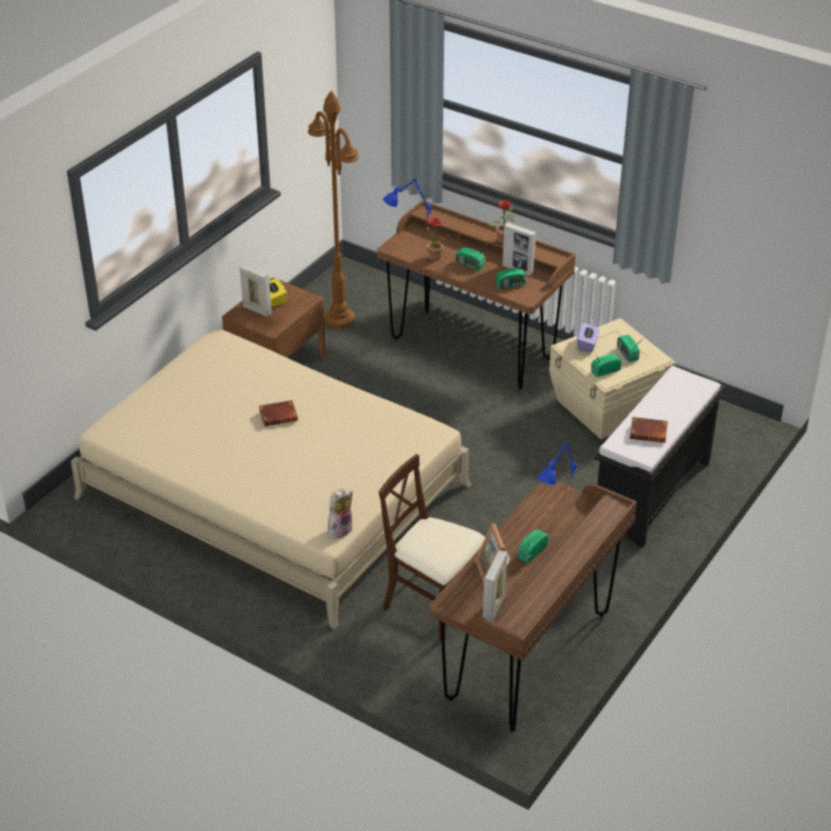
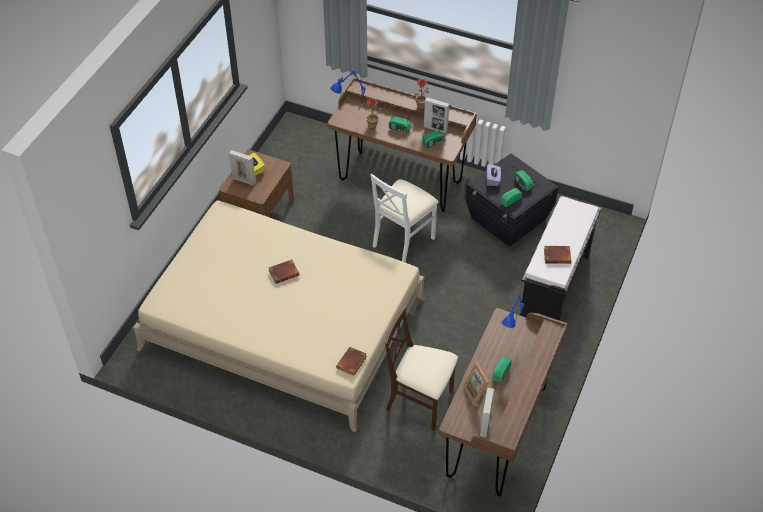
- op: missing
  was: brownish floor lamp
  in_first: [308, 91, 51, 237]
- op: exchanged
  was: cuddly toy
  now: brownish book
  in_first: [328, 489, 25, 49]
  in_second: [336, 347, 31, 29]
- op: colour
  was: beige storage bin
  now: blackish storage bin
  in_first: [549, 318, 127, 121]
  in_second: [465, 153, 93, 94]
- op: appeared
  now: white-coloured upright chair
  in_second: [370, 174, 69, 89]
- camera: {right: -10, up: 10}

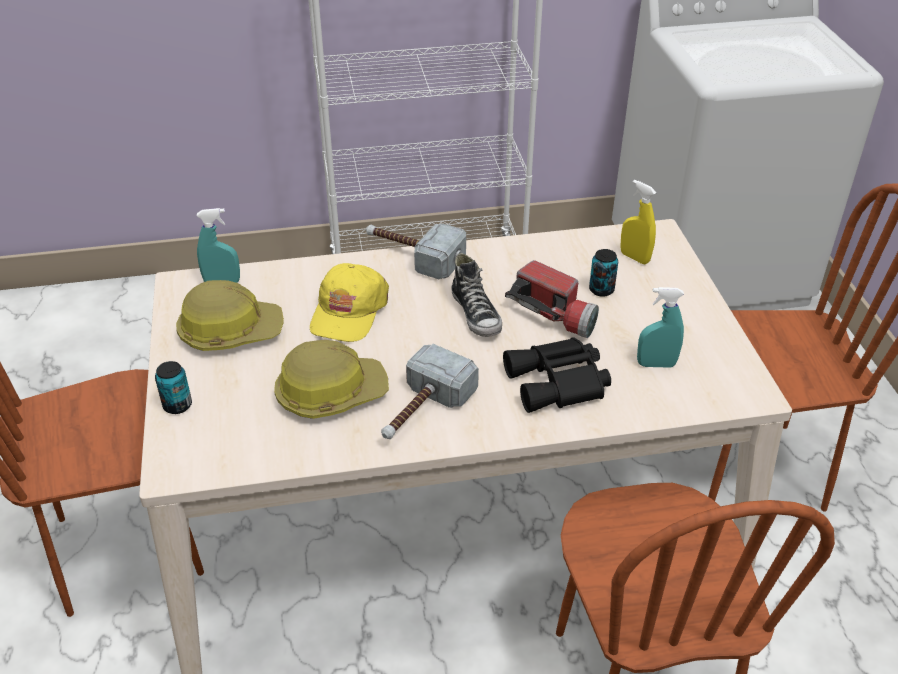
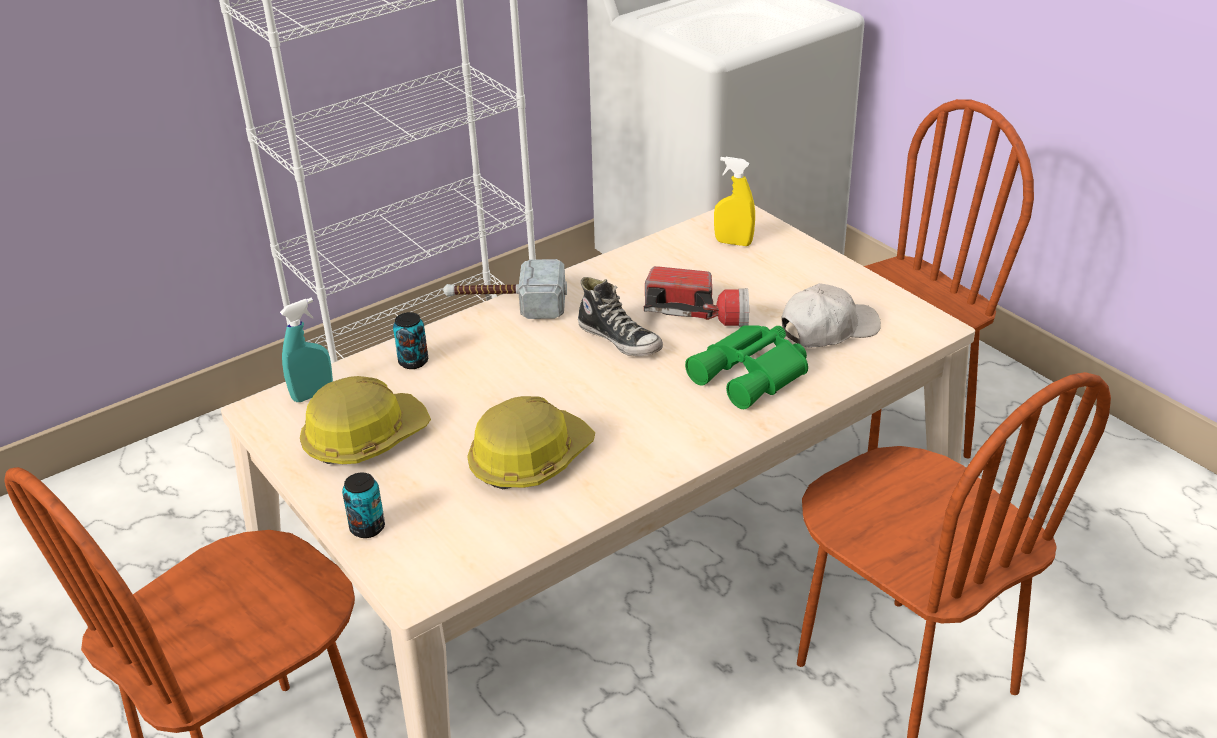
- op: missing
  was: yellowish cap
  in_first: [310, 263, 79, 79]
- op: missing
  was: tool hammer
  in_first: [381, 344, 98, 95]
- op: colour
  was: blackish binoculars
  now: green binoculars
  in_first: [503, 337, 108, 76]
  in_second: [685, 325, 123, 84]
- op: relocated
  was: metal can
  in_first: [589, 249, 29, 48]
  in_second: [393, 312, 35, 57]
- op: exchanged
  was: turquoise-coloured hand sprayer
  now: white-coloured cap
  in_first: [637, 287, 47, 81]
  in_second: [782, 283, 99, 65]
- camera: {right: -25, up: -5}

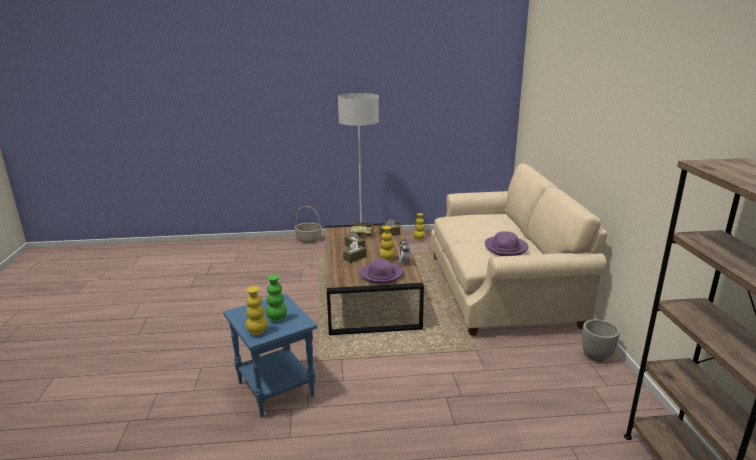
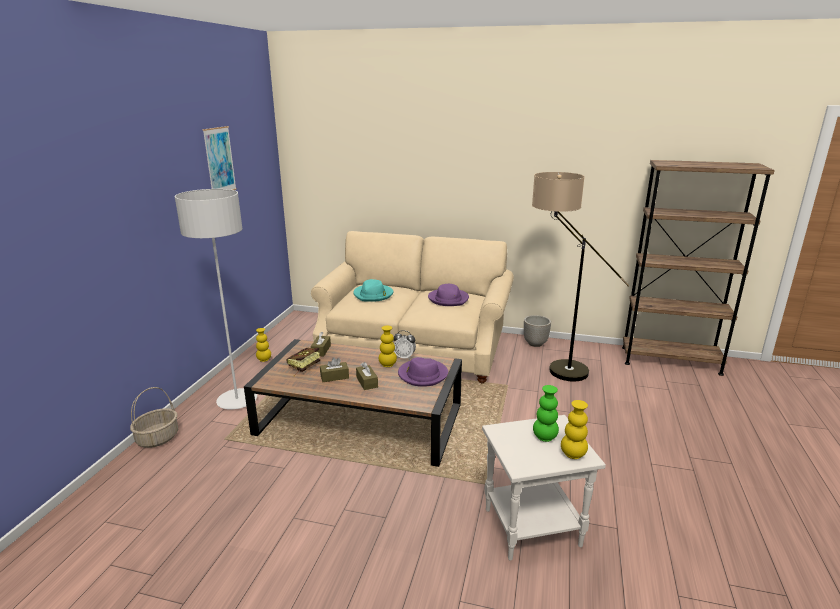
- op: colour
  was: bluish side table
  now: white-coloured side table
  in_first: [223, 294, 94, 123]
  in_second: [482, 415, 124, 146]
- op: appeared
  now: picture
  in_second: [202, 126, 35, 64]
- op: appeared
  now: turquoise-coloured hat
  in_second: [353, 279, 40, 23]
- op: appeared
  now: floor lamp
  in_second: [532, 172, 98, 210]
- camera: {right: -70, up: 0}

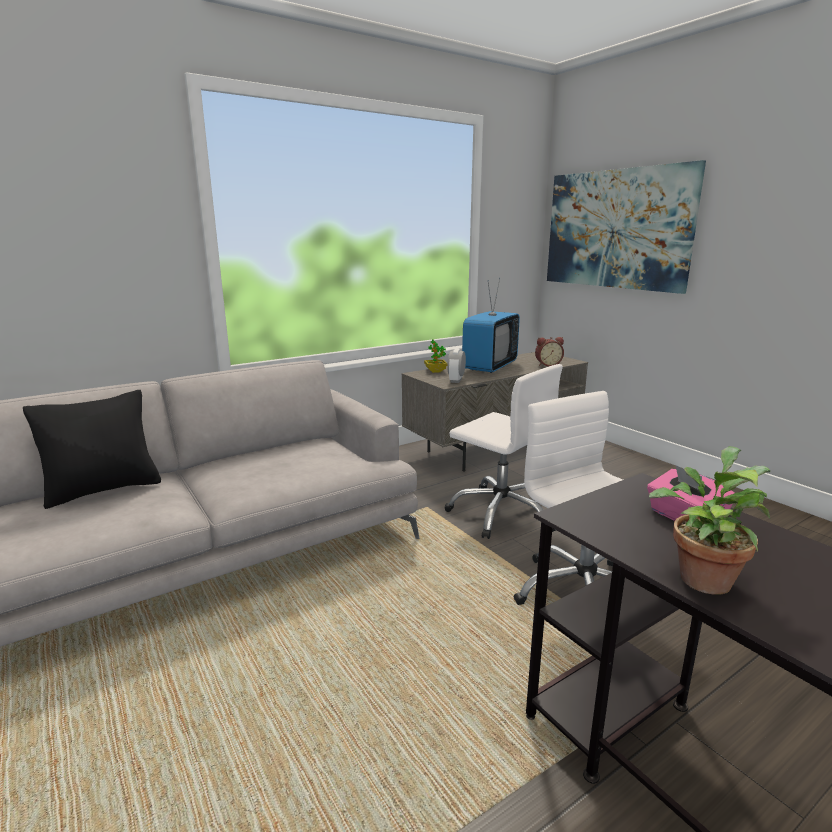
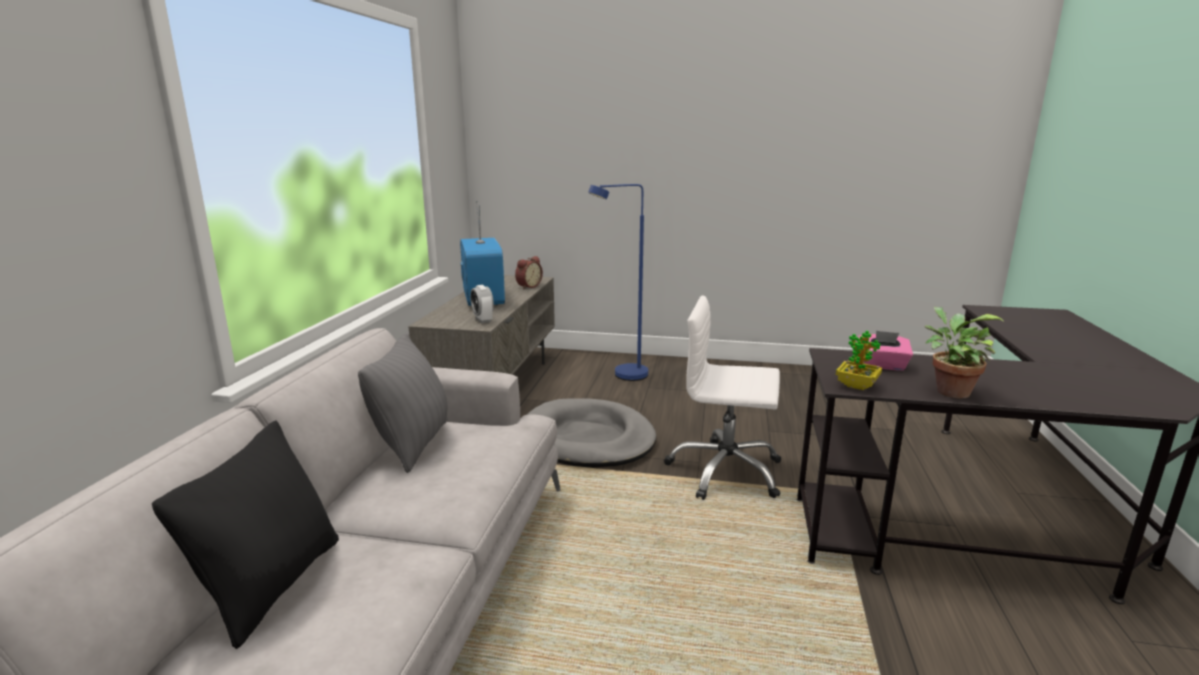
- op: relocated
  was: plant in a pot
  in_first: [424, 339, 24, 34]
  in_second: [836, 331, 46, 59]
- op: exchanged
  was: white-coloured desk chair
  now: gray dog cushion
  in_first: [445, 364, 118, 175]
  in_second: [527, 398, 129, 70]
- op: missing
  was: picture
  in_first: [547, 160, 159, 134]
- op: appeared
  now: gray cushion
  in_second: [358, 333, 90, 140]
- op: appeared
  now: bluish floor lamp
  in_second: [588, 184, 60, 197]
- camera: {right: -45, up: 0}

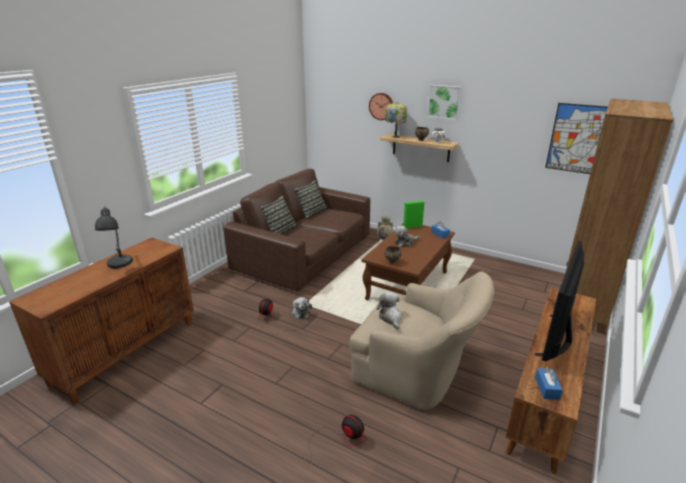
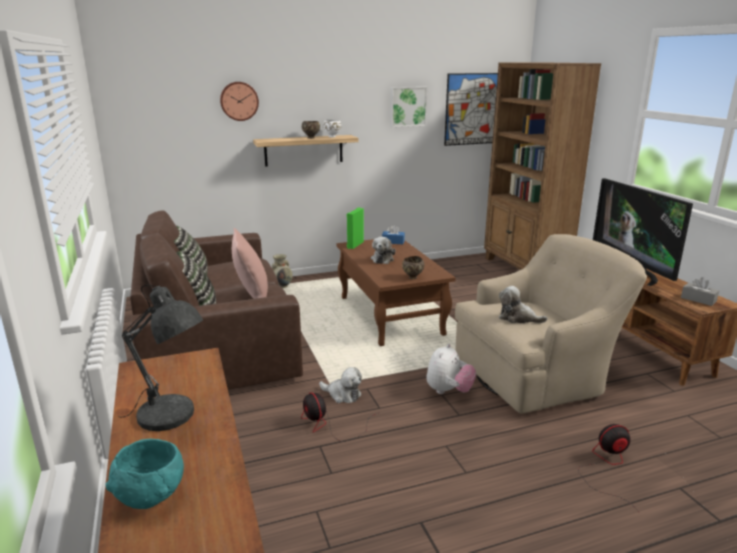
- op: missing
  was: lamp for a table
  in_first: [385, 103, 22, 35]
- op: relocated
  was: picture
  in_first: [427, 85, 35, 35]
  in_second: [390, 87, 38, 40]
- op: colour
  was: bluish tissue holder
  now: gray tissue holder
  in_first: [535, 367, 28, 33]
  in_second: [681, 277, 38, 29]
- op: appeared
  now: turquoise-coloured deep dish
  in_second: [105, 439, 79, 70]
- op: appeared
  now: pink cushion
  in_second: [232, 228, 36, 71]
- op: appeared
  now: cuddly toy
  in_second: [426, 344, 50, 50]
- camera: {right: -50, up: -5}

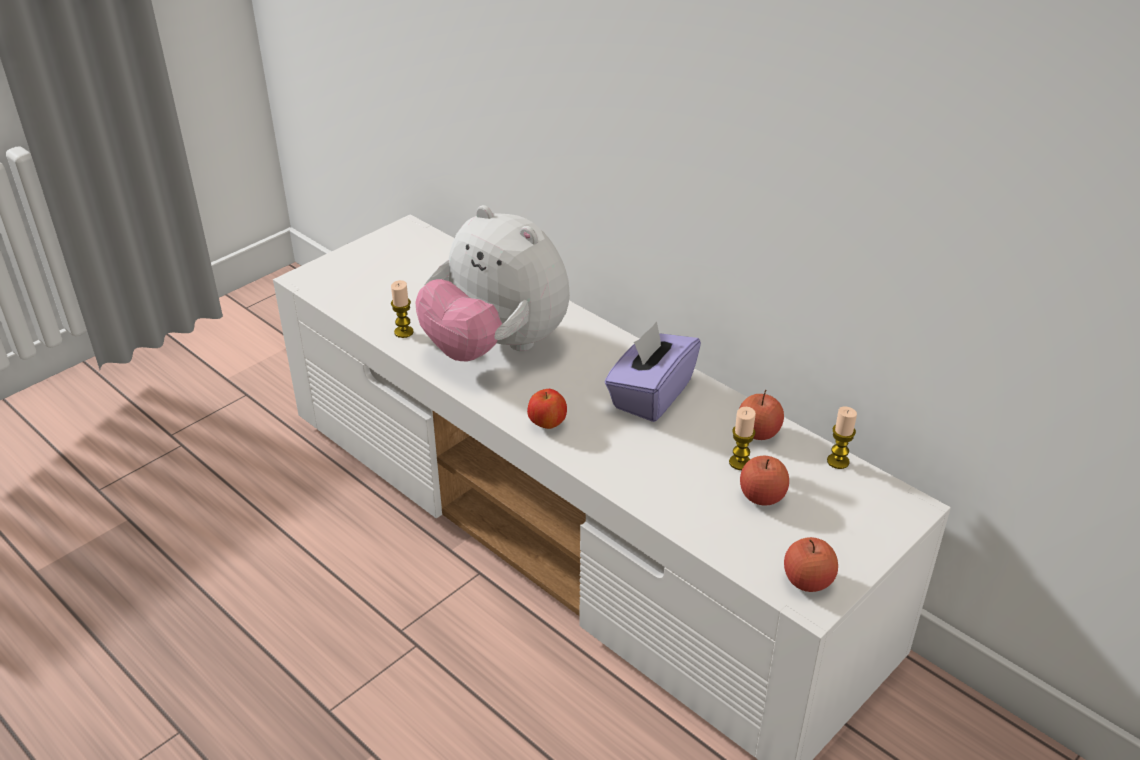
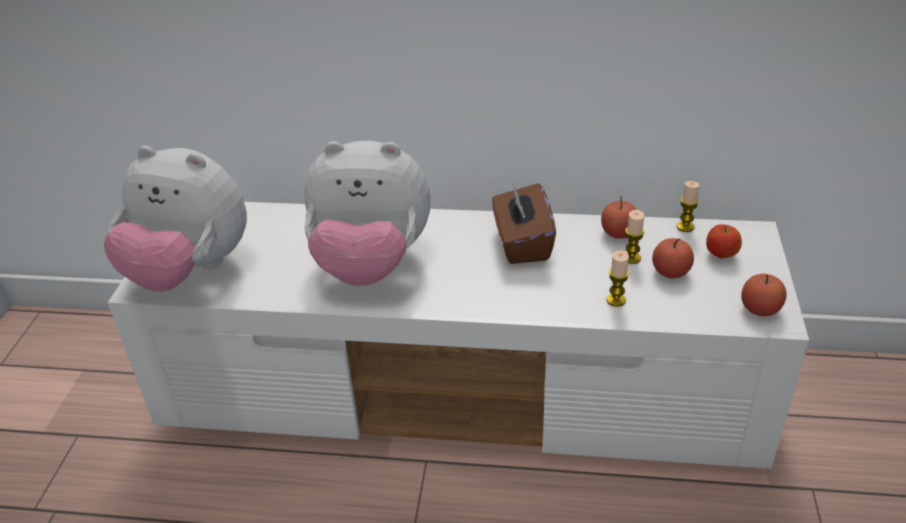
- op: relocated
  was: wax candle
  in_first: [391, 280, 23, 58]
  in_second: [607, 250, 22, 57]
- op: relocated
  was: apple fruit
  in_first: [527, 389, 40, 40]
  in_second: [706, 224, 36, 34]
- op: colour
  was: purple tissue holder
  now: brownish tissue holder
  in_first: [605, 322, 96, 100]
  in_second: [492, 183, 64, 81]
- op: appeared
  now: cuddly toy
  in_second: [104, 146, 143, 146]
- camera: {right: -35, up: 0}

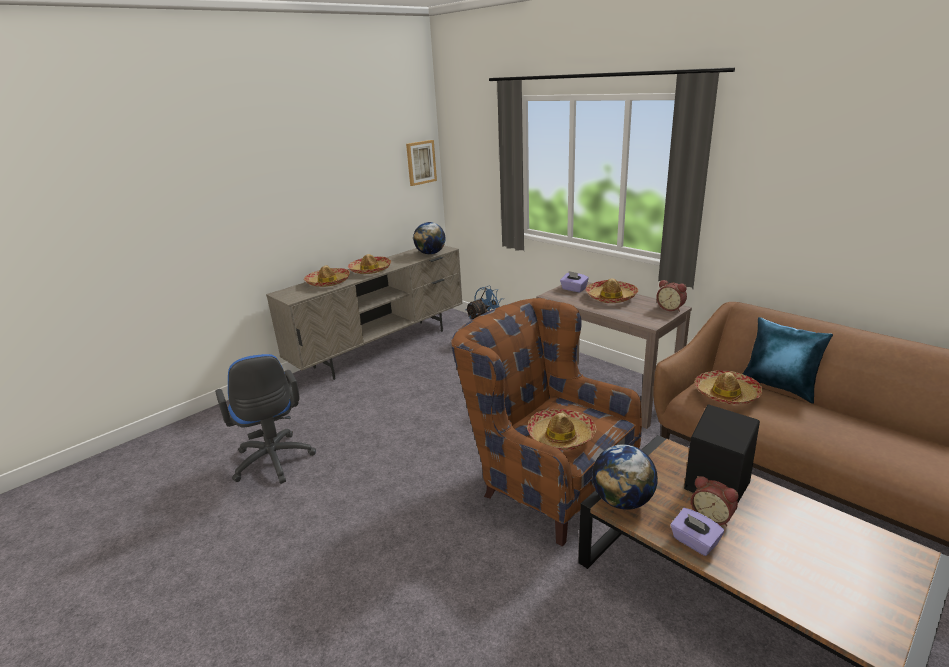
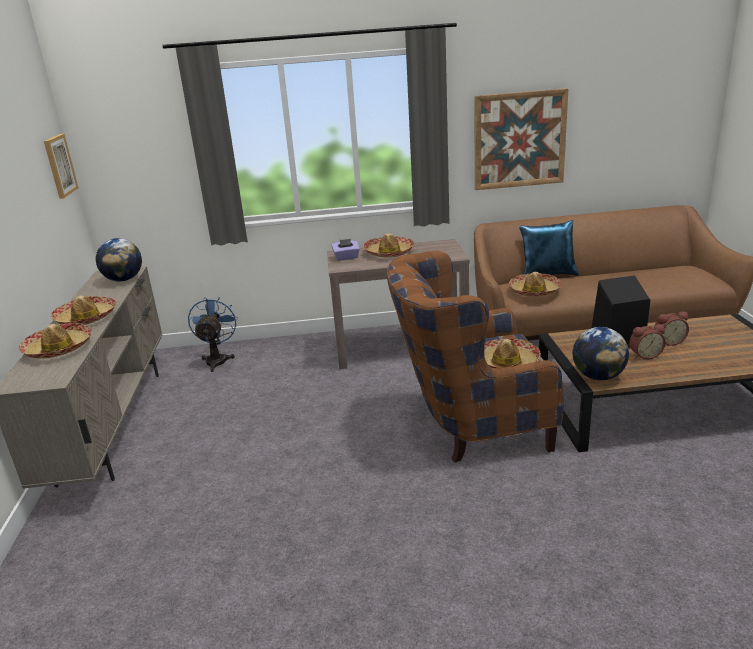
- op: missing
  was: bluish desk chair
  in_first: [215, 354, 101, 130]
- op: relocated
  was: bedside clock
  in_first: [656, 280, 31, 32]
  in_second: [655, 312, 34, 34]
- op: missing
  was: purple tissue holder
  in_first: [670, 508, 54, 48]
- op: appeared
  now: picture
  in_second: [474, 88, 94, 102]
- camera: {right: -50, up: 0}

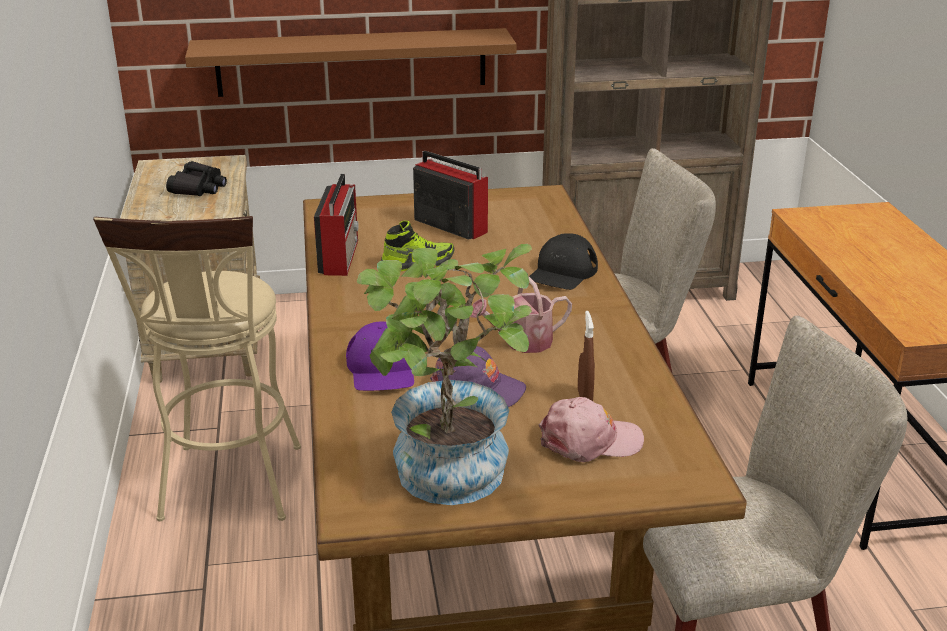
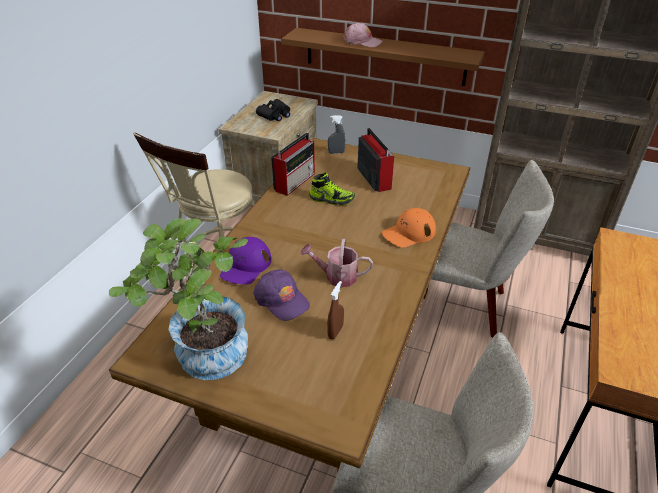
- op: colour
  was: blackish cap
  now: orange-coloured cap
  in_first: [529, 233, 69, 57]
  in_second: [382, 208, 54, 40]
- op: relocated
  was: pink cap
  in_first: [538, 397, 106, 65]
  in_second: [343, 23, 40, 25]
- op: appeared
  now: gray hand sprayer
  in_second: [328, 115, 18, 39]
- camera: {right: 30, up: 10}

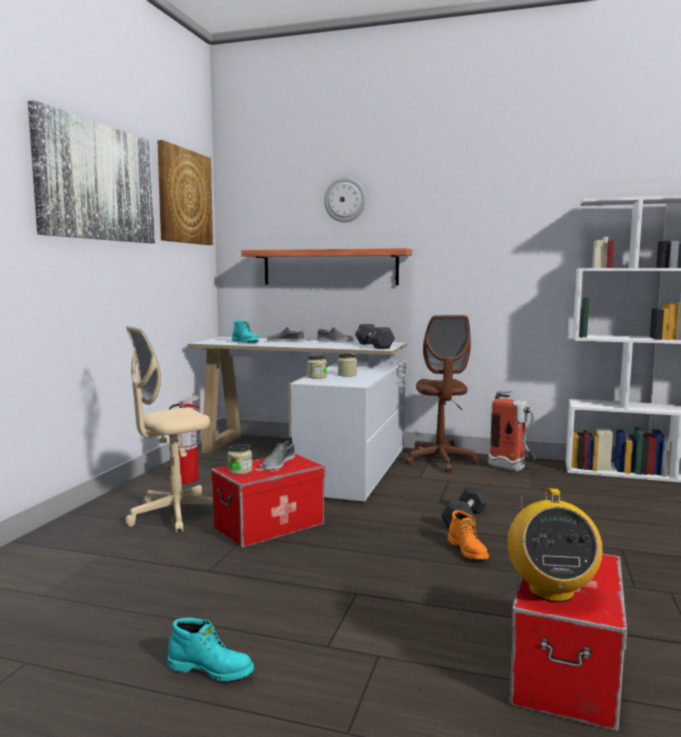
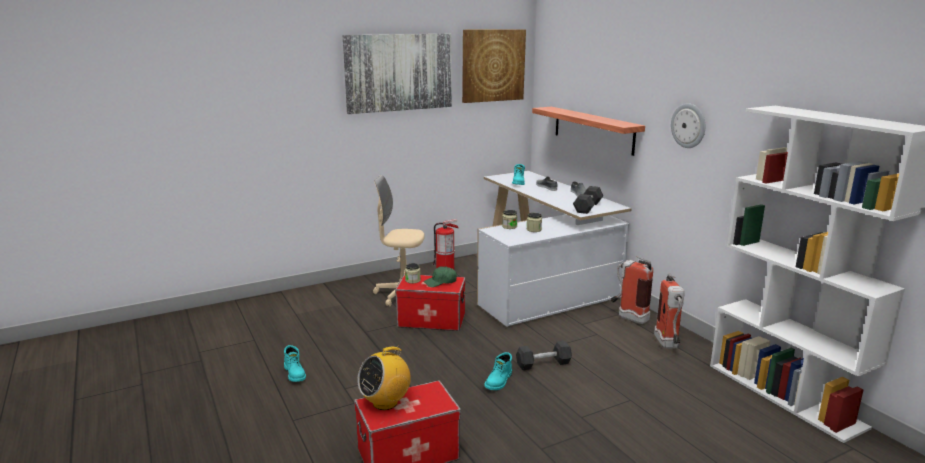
- op: exchanged
  was: gray low shoe
  now: green cap
  in_first: [262, 441, 33, 28]
  in_second: [424, 266, 33, 21]
- op: relocated
  was: clock on the wall
  in_first: [324, 177, 42, 45]
  in_second: [671, 103, 34, 45]
- op: exchanged
  was: brownish desk chair
  now: fire-fighting cylinder
  in_first: [406, 315, 72, 157]
  in_second: [610, 256, 43, 68]
- op: colour
  was: orange-coloured tall boot
  now: turquoise-coloured tall boot
  in_first: [448, 510, 41, 49]
  in_second: [484, 352, 28, 38]
- camera: {right: 45, up: 10}

